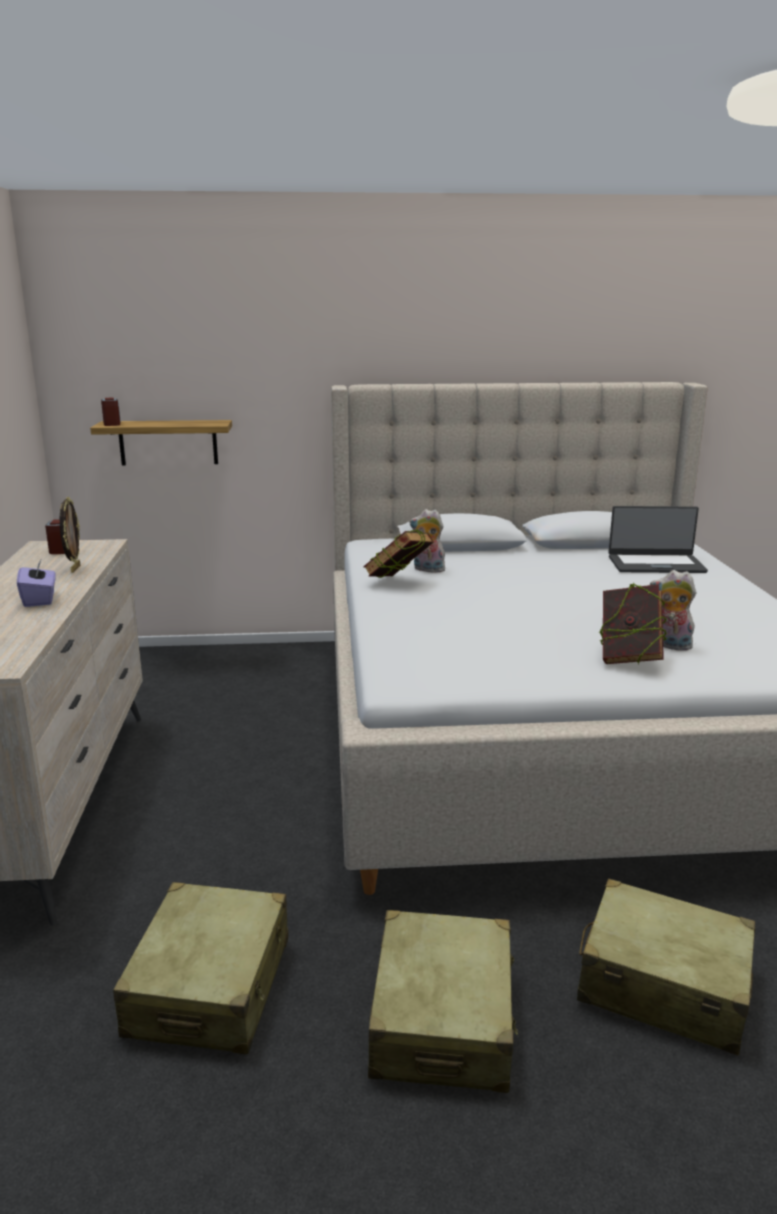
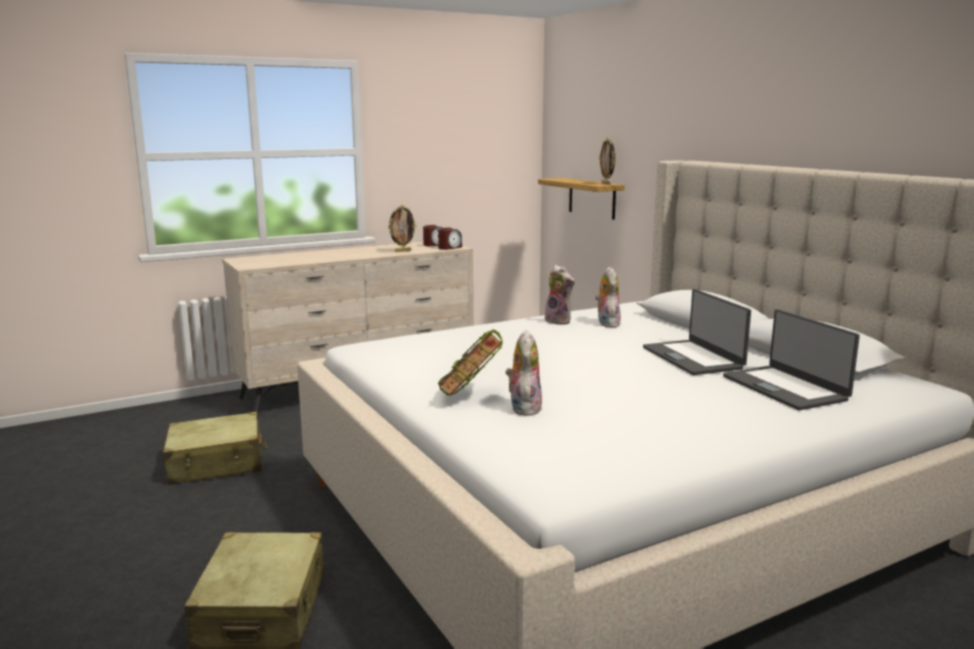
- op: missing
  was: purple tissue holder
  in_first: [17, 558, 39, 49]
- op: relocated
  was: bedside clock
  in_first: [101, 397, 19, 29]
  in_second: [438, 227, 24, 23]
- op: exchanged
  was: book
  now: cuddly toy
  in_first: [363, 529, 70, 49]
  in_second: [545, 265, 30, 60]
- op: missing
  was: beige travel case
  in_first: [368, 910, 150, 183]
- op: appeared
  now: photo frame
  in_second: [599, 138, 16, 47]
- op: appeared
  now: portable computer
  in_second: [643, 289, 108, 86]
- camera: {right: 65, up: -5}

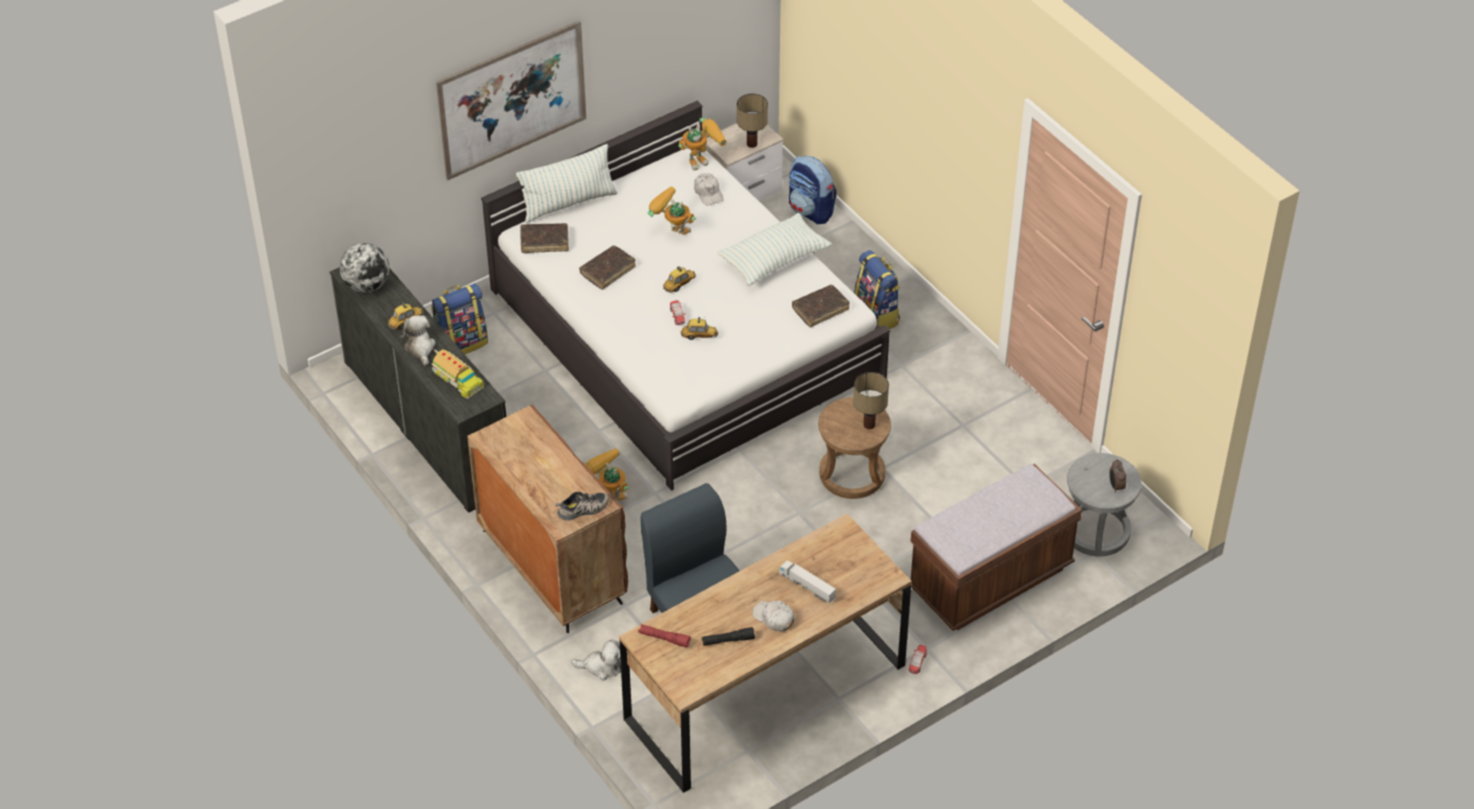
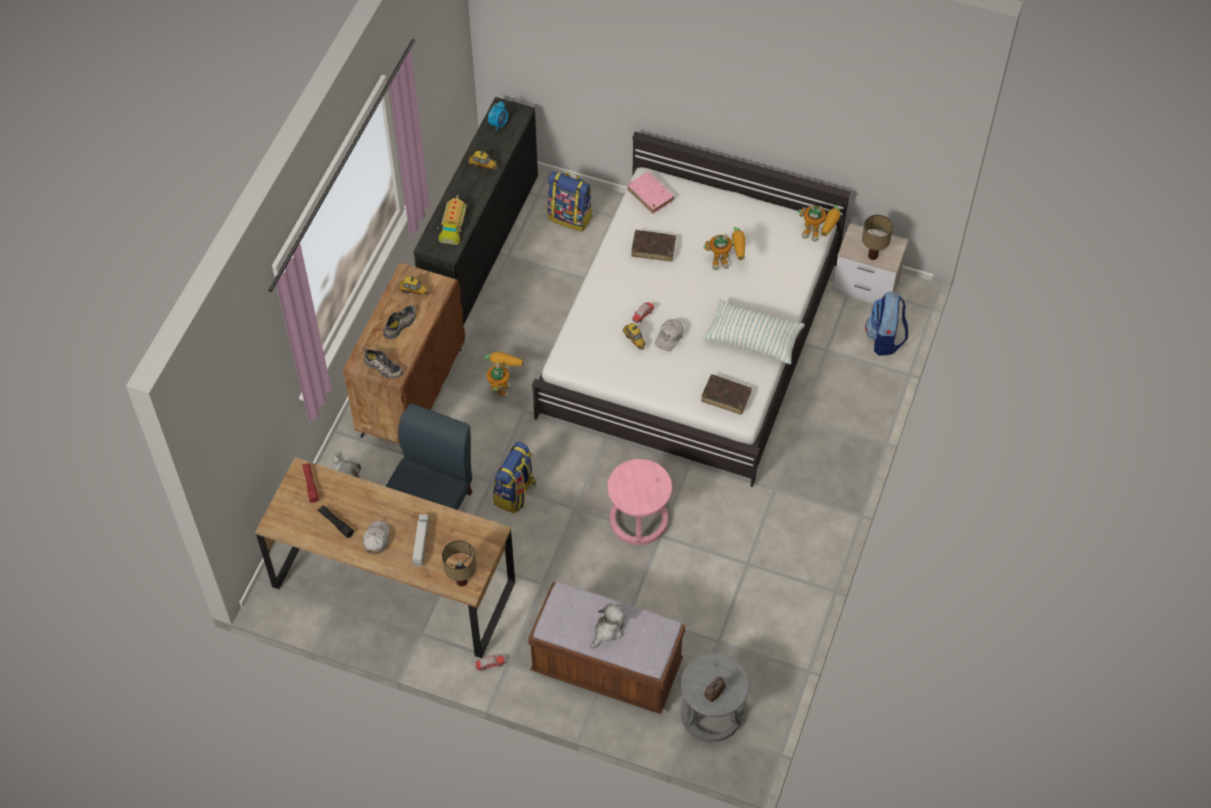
- op: exchanged
  was: globe
  now: bedside clock
  in_first: [340, 243, 50, 50]
  in_second: [488, 101, 20, 30]
- op: relocated
  was: cuddly toy
  in_first: [400, 315, 36, 51]
  in_second: [590, 603, 35, 45]
- op: missing
  was: picture
  in_first: [436, 21, 150, 159]
- op: missing
  was: cushion
  in_first: [516, 144, 102, 79]
- op: colour
  was: brownish book
  now: pink book
  in_first: [520, 223, 49, 30]
  in_second: [627, 172, 47, 42]
- op: spun
  was: toy robot
  in_first: [648, 187, 48, 48]
  in_second: [703, 227, 42, 43]
  clockwise: 90
- op: relocated
  was: model car
  in_first: [663, 266, 33, 27]
  in_second: [398, 276, 32, 19]
- op: relocated
  was: white-coloured cap
  in_first: [694, 173, 30, 32]
  in_second: [655, 319, 29, 32]
- op: colour
  was: brownish stool seat
  now: pink stool seat
  in_first: [818, 397, 73, 102]
  in_second: [607, 459, 65, 86]
- op: relocated
  was: lamp for a table
  in_first: [853, 372, 36, 57]
  in_second: [442, 540, 34, 46]
- op: relocated
  was: knapsack
  in_first: [854, 250, 46, 79]
  in_second: [493, 441, 43, 73]
- op: appeared
  now: low shoe
  in_second: [383, 305, 33, 34]
- camera: {right: 55, up: 10}

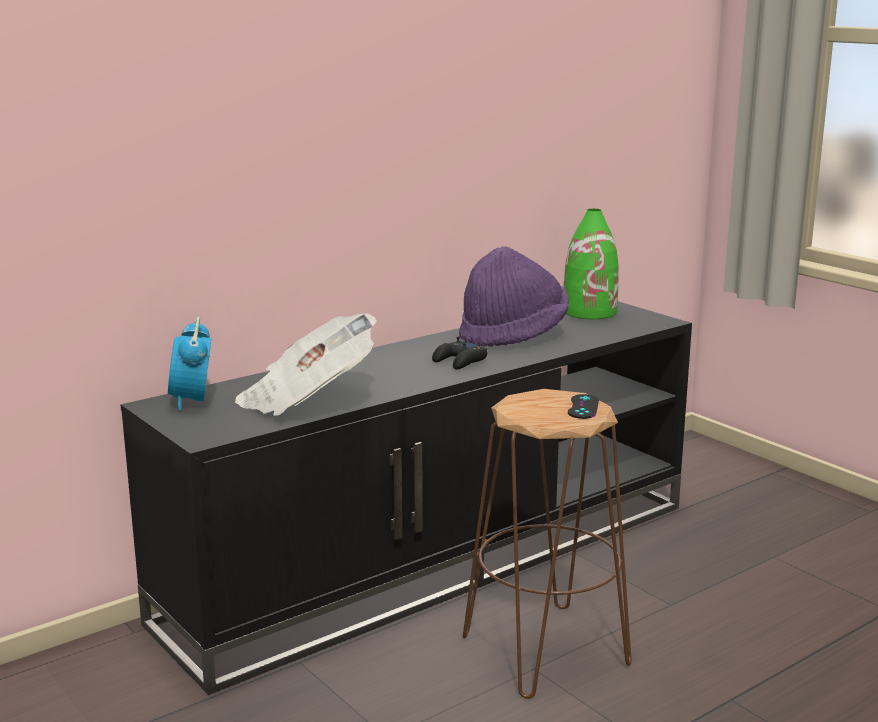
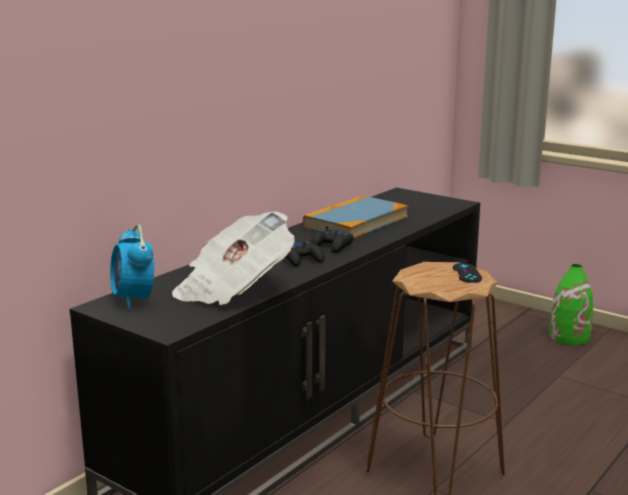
- op: exchanged
  was: purple hat
  now: book
  in_first: [459, 246, 110, 101]
  in_second: [303, 196, 105, 42]
- op: relocated
  was: green decorative vase
  in_first: [563, 209, 55, 110]
  in_second: [549, 264, 44, 81]
- op: appeared
  now: blackish joypad
  in_second: [285, 242, 40, 24]
- camera: {right: -15, up: 0}

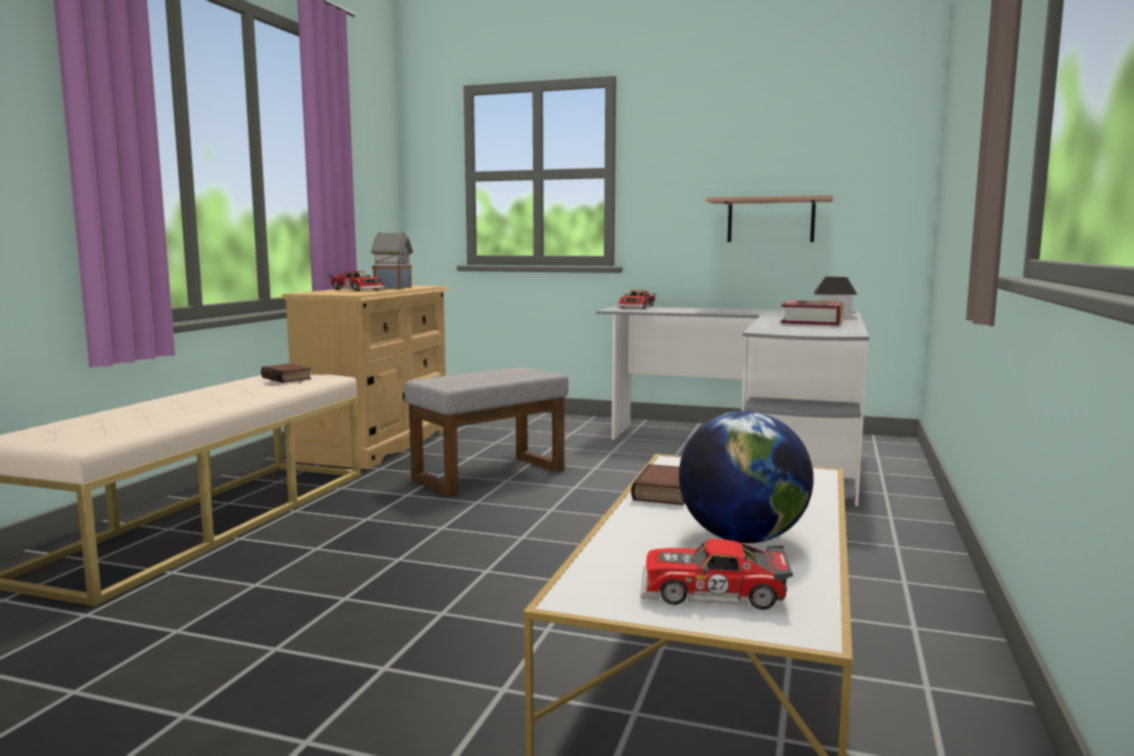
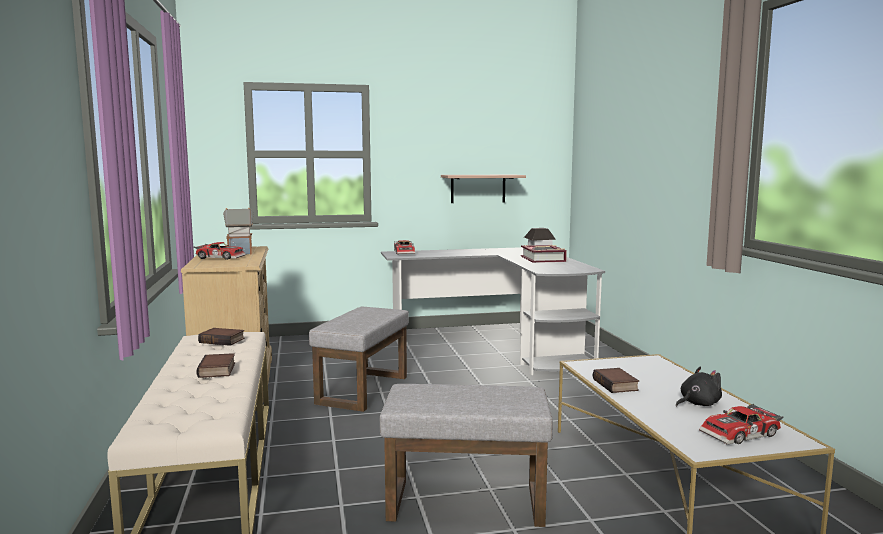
- op: exchanged
  was: globe
  now: blackish cuddly toy
  in_first: [679, 411, 135, 132]
  in_second: [676, 367, 46, 40]
- op: appeared
  now: book
  in_second: [196, 353, 39, 25]
- op: appeared
  now: gray ottoman
  in_second: [380, 384, 173, 143]
- camera: {right: -30, up: 0}

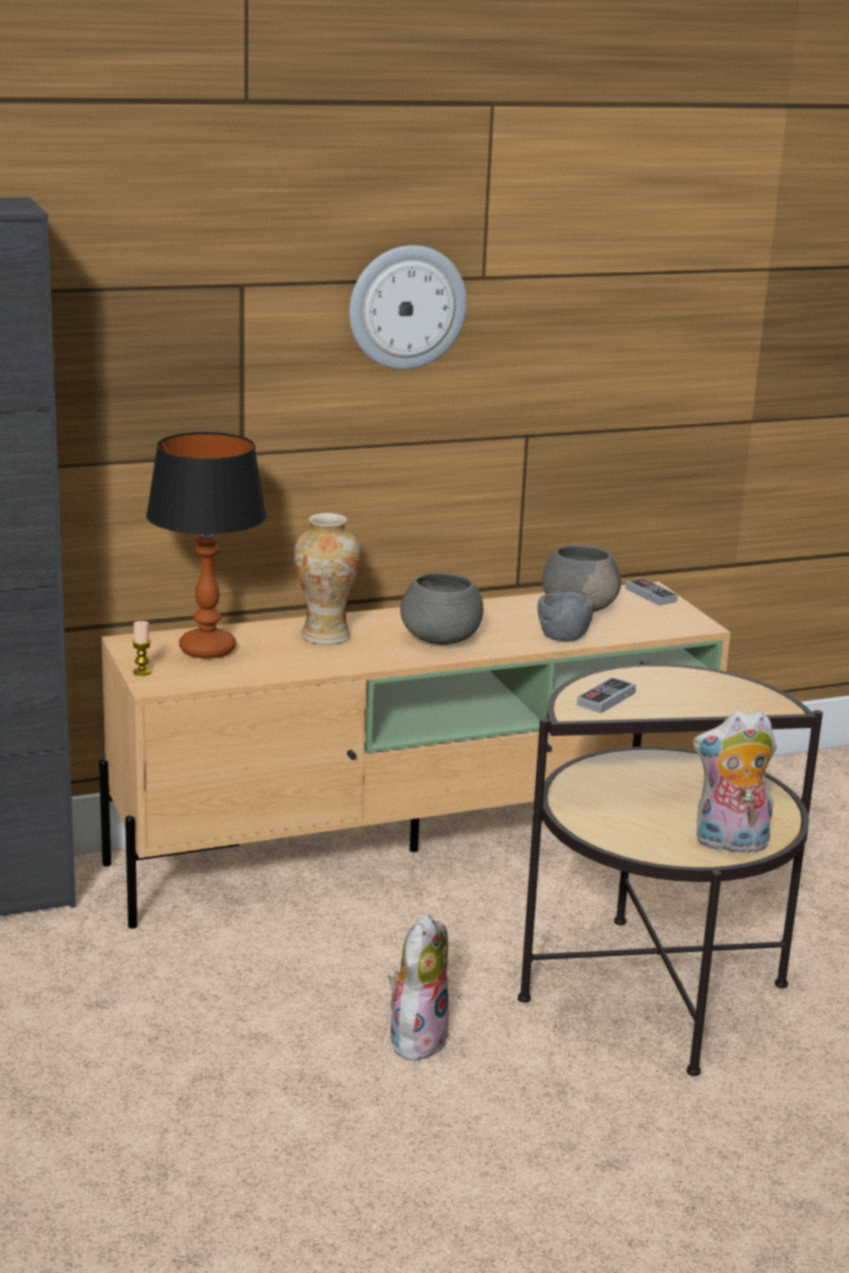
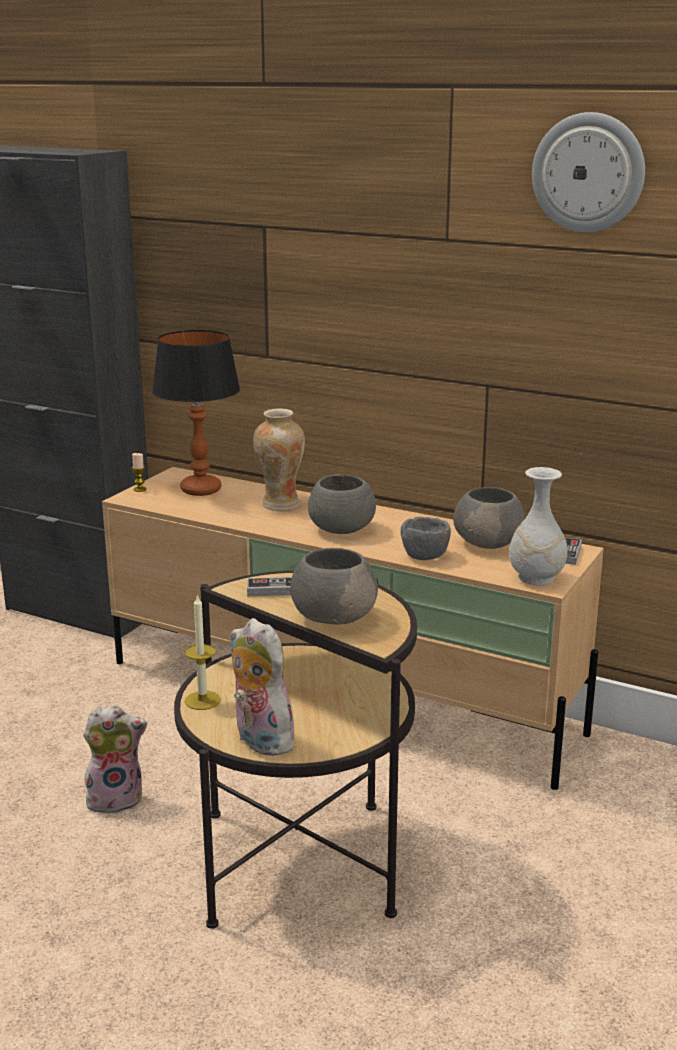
- op: relocated
  was: clock on the wall
  in_first: [349, 245, 118, 125]
  in_second: [532, 112, 113, 121]
- op: appeared
  now: wax candle
  in_second: [185, 594, 36, 116]
- op: appeared
  now: gray deep dish
  in_second: [290, 548, 88, 77]
- op: appeared
  now: white-coloured decorative vase
  in_second: [509, 467, 58, 119]
- camera: {right: 50, up: 0}

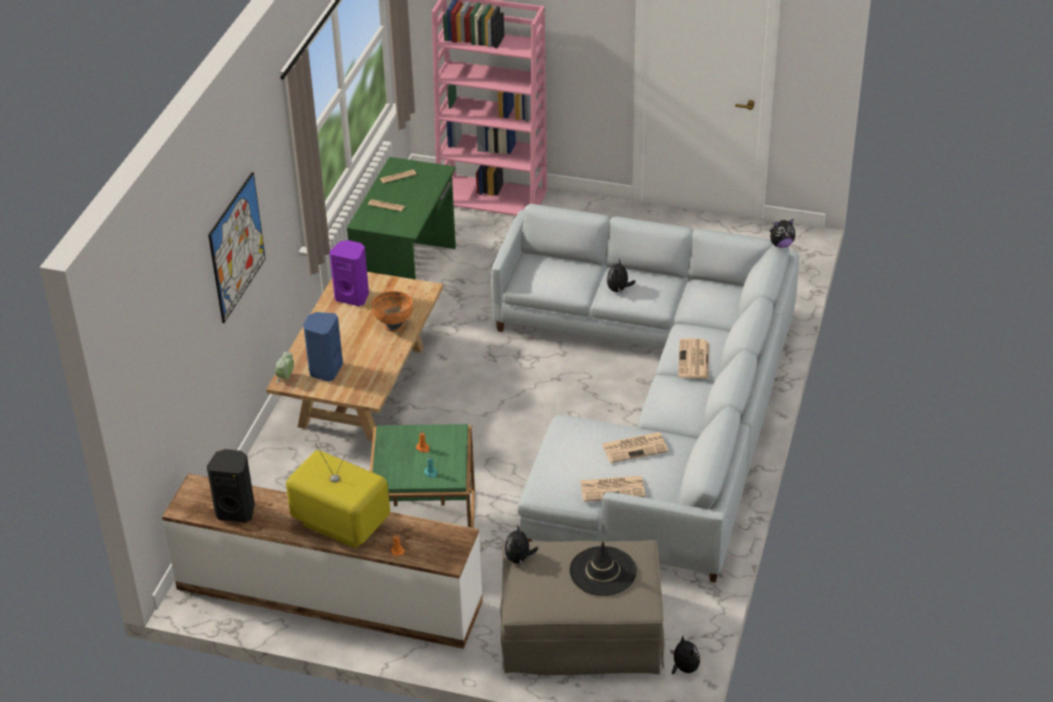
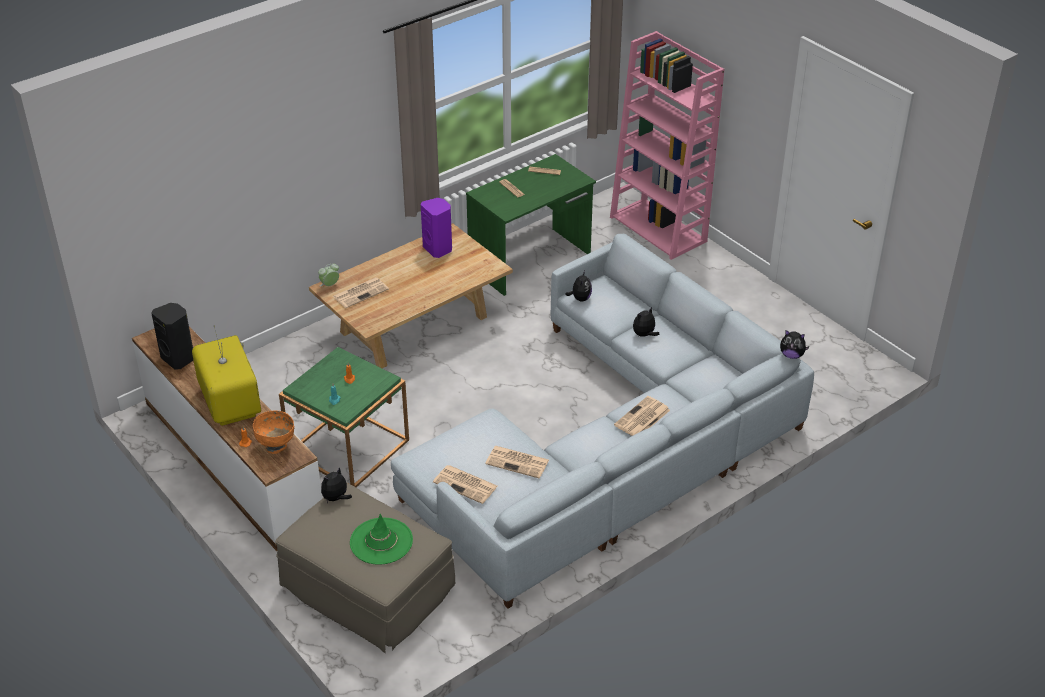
- op: missing
  was: picture
  in_first: [208, 172, 58, 151]
- op: exchanged
  was: bluish audio speaker
  now: newspaper
  in_first: [303, 312, 40, 70]
  in_second: [333, 277, 56, 31]
- op: relocated
  was: orange-coloured deep dish
  in_first: [371, 291, 42, 41]
  in_second: [253, 410, 41, 44]
- op: colour
  was: blackish hat
  now: green hat
  in_first: [569, 542, 68, 54]
  in_second: [350, 514, 63, 51]
- op: relocated
  was: cuddly toy
  in_first: [670, 636, 30, 38]
  in_second: [566, 271, 26, 30]
- camera: {right: 35, up: 0}

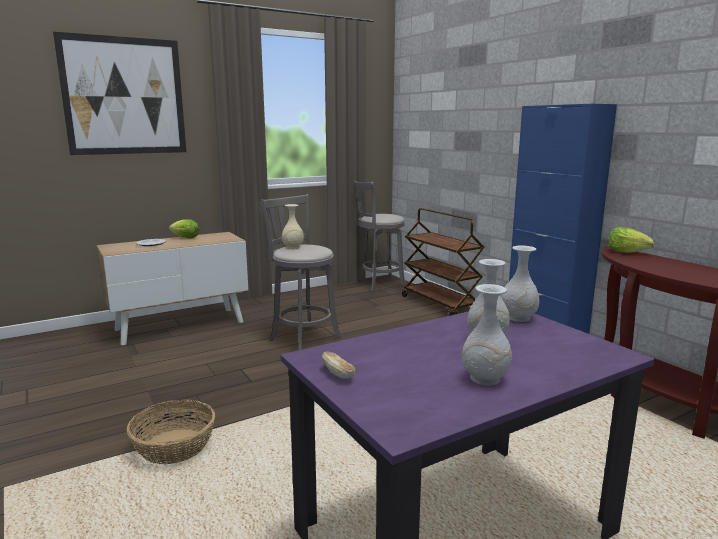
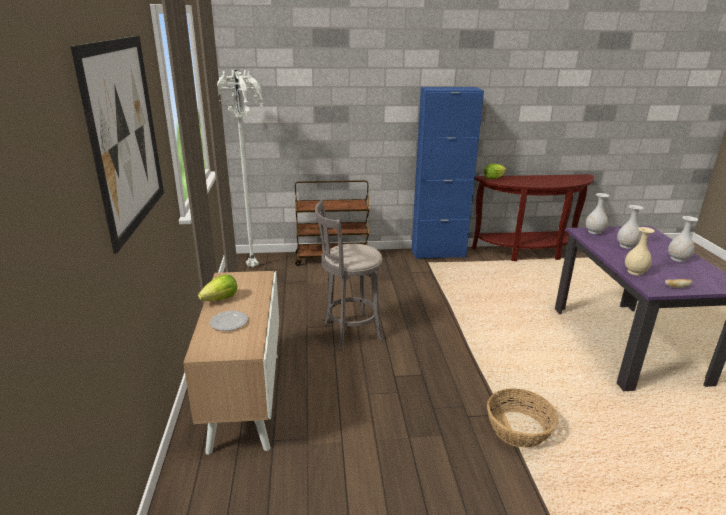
- op: relocated
  was: beige decorative vase
  in_first: [282, 204, 22, 45]
  in_second: [625, 227, 30, 49]
- op: exchanged
  was: gray stool seat
  now: white-coloured floor lamp
  in_first: [355, 181, 51, 111]
  in_second: [217, 70, 47, 197]
- camera: {right: -65, up: 10}

